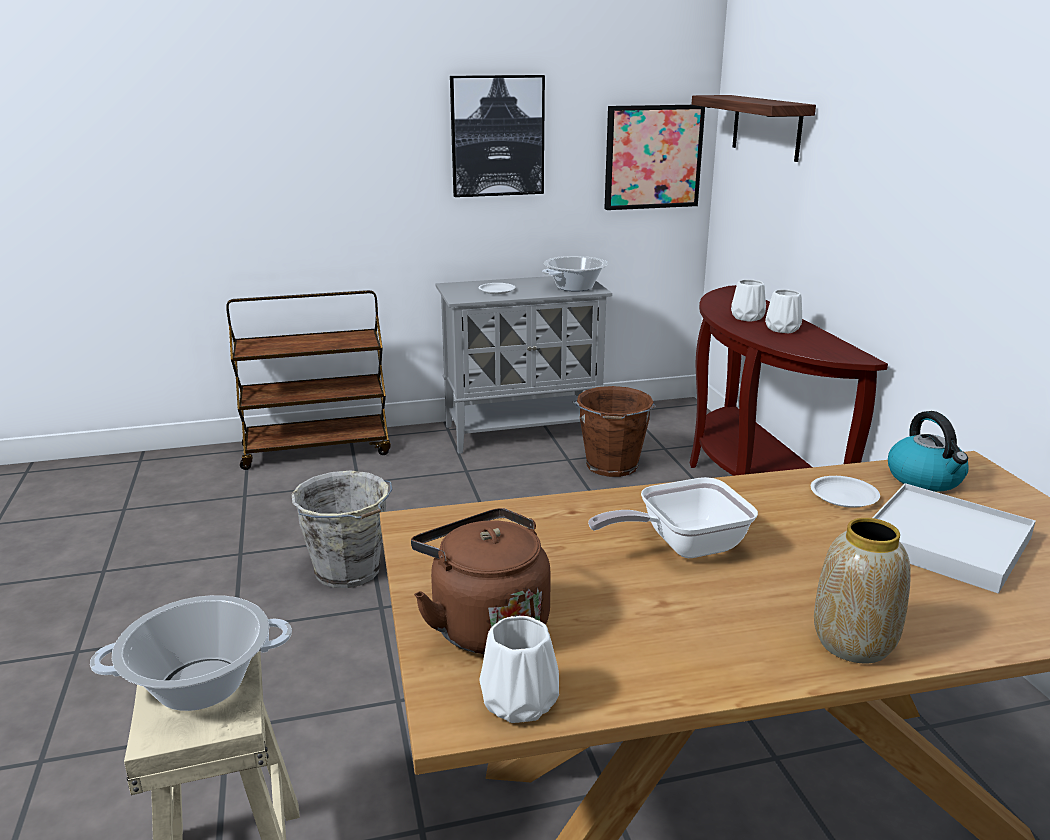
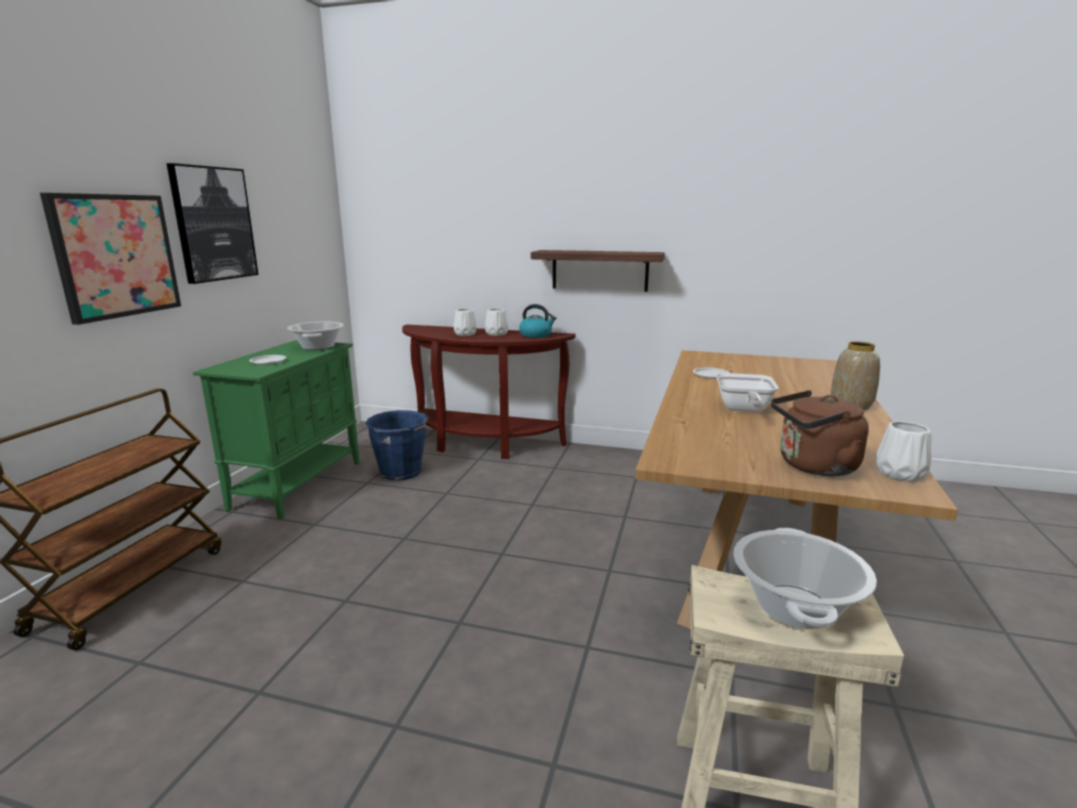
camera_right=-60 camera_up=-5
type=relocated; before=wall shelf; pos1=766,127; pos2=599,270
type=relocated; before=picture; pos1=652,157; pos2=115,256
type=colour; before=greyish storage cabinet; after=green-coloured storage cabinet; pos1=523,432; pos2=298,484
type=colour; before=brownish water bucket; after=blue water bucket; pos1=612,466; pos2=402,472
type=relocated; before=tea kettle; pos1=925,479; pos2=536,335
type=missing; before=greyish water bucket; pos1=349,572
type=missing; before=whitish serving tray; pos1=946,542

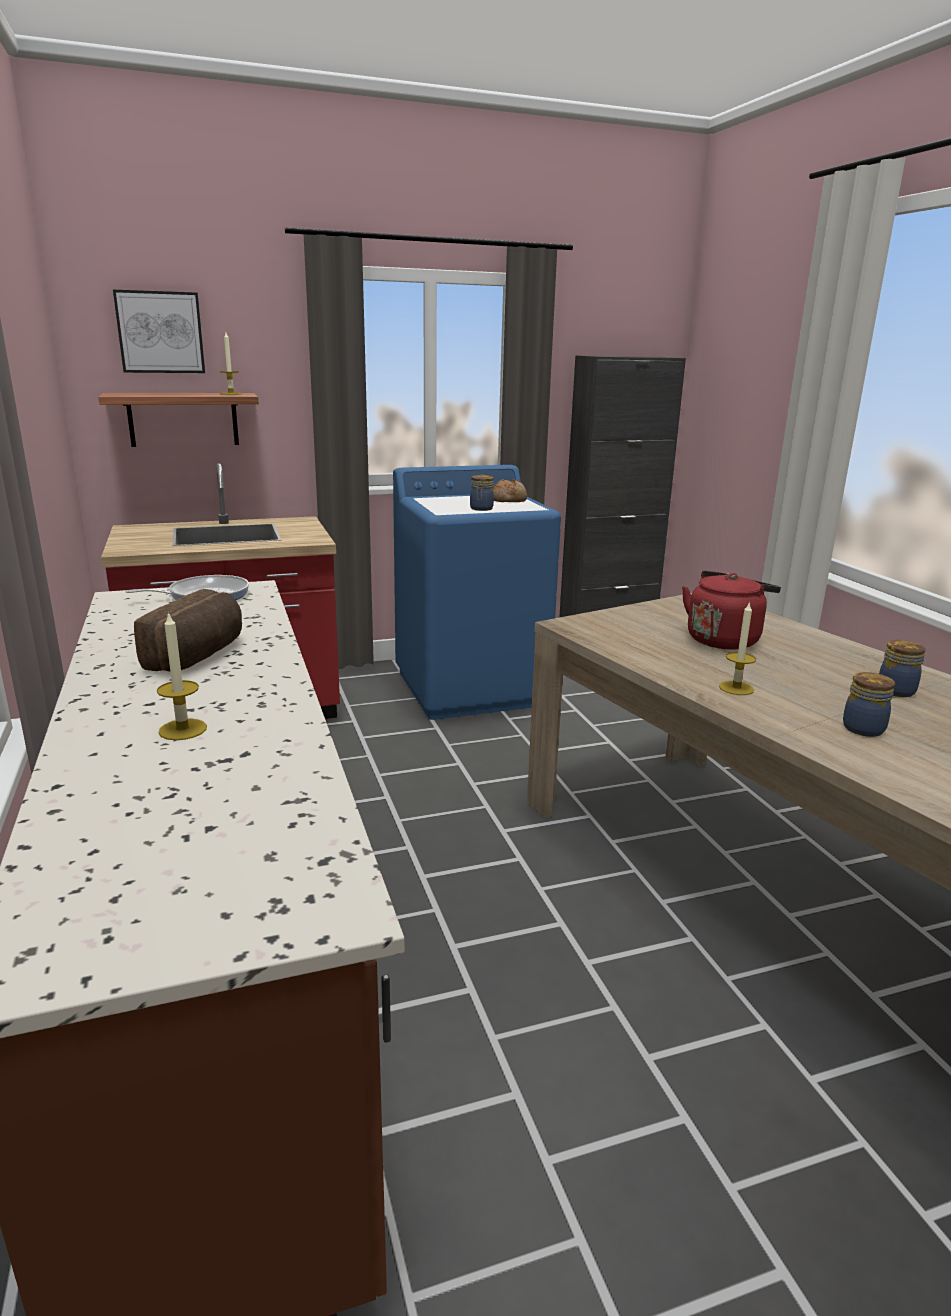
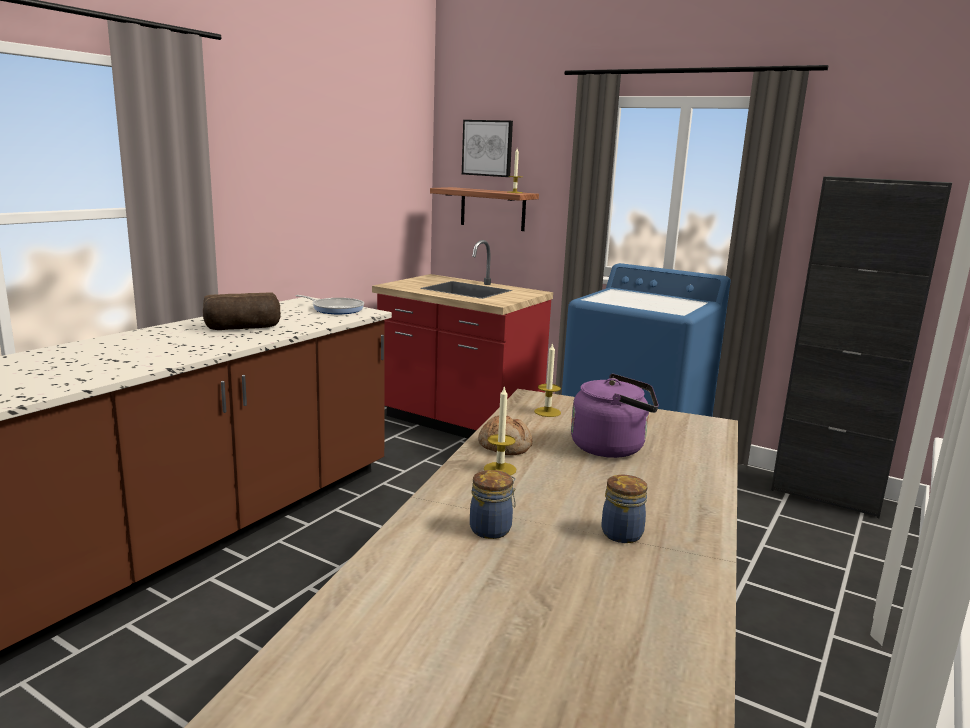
camera_right=50 camera_up=-5
type=missing; before=preserve jar; pos1=481,509
type=relocated; before=bakery bread; pos1=509,500; pos2=505,446
type=colour; before=reddish tea kettle; after=purple-coloured tea kettle; pos1=724,639; pos2=612,447
type=relocated; before=candle; pos1=183,729; pos2=547,412

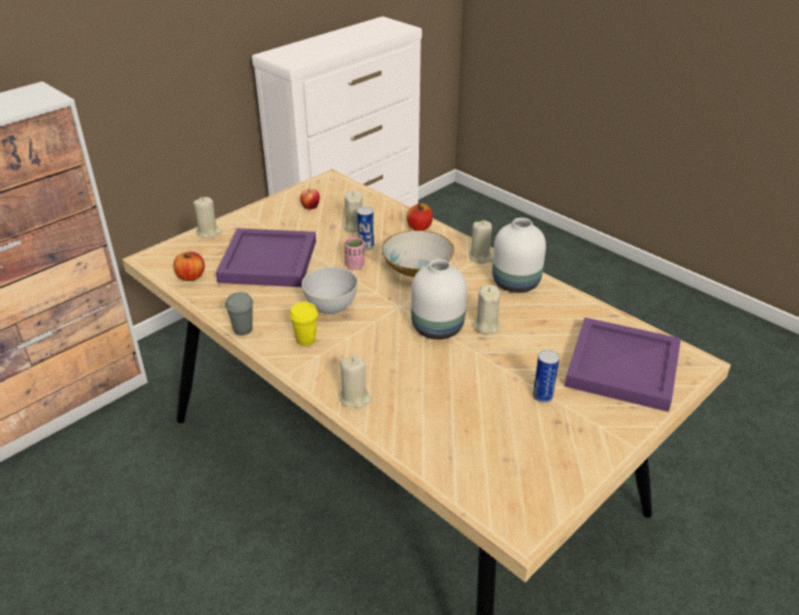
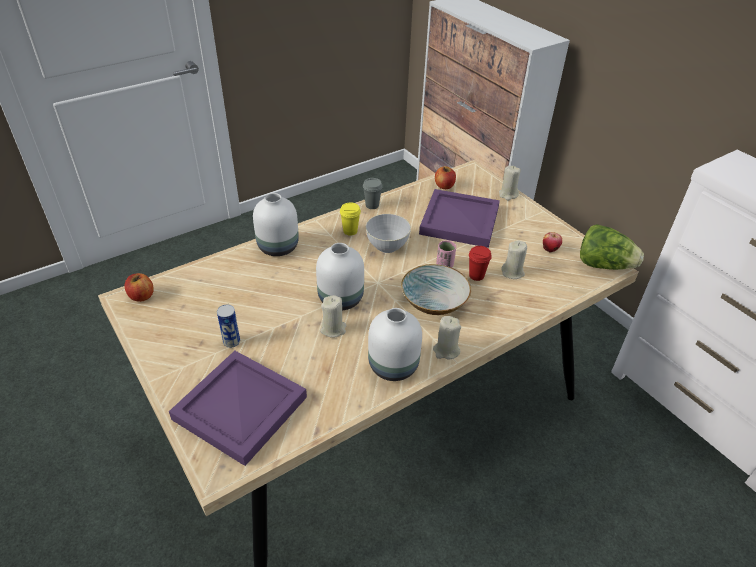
camera_right=100 camera_up=5
type=relocated; before=whole apple; pos1=419,227; pos2=141,296
type=exchanged; before=can; after=reddish small cup; pos1=366,246; pos2=476,275
type=exchanged; before=beige-coloured candle; after=whitish vase; pos1=355,398; pos2=278,246
type=appeared; after=head of lettuce; pos2=603,265

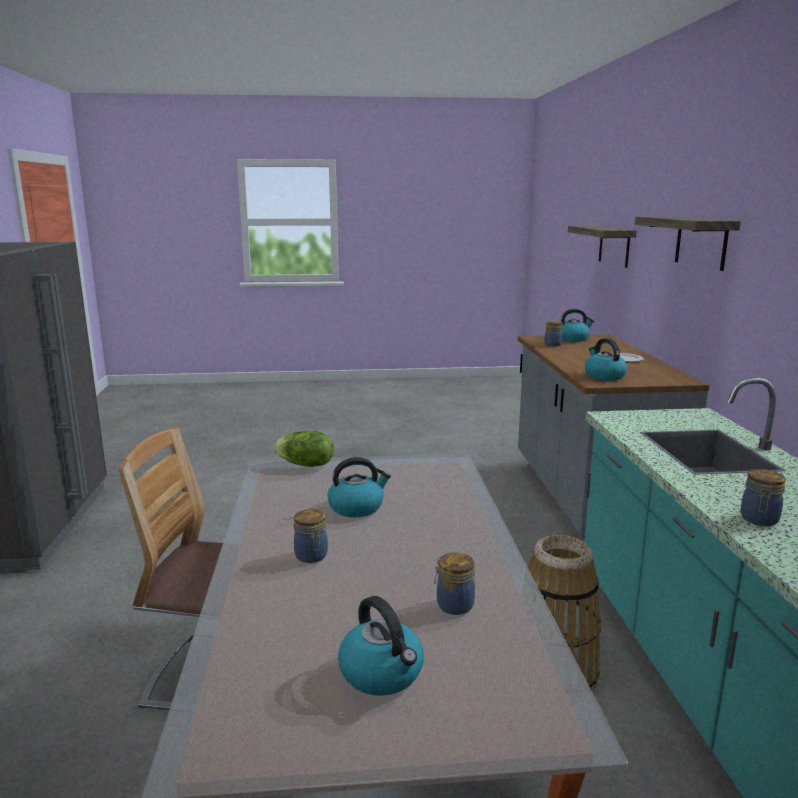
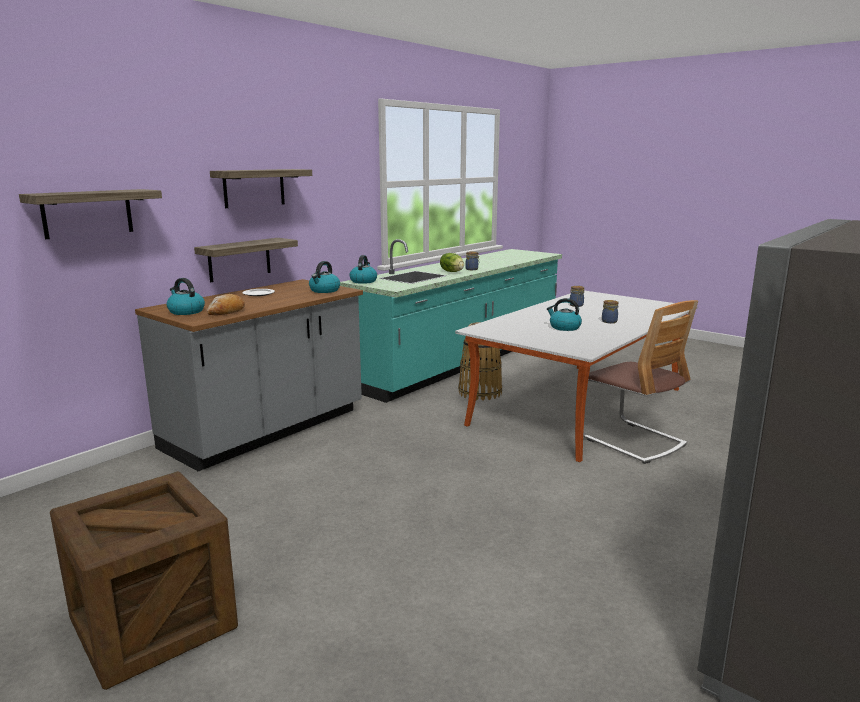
camera_right=-135 camera_up=0
type=exchanged; before=preserve jar; after=bakery bread; pos1=552,344; pos2=226,311
type=relocated; before=head of lettuce; pos1=306,465; pos2=452,272
type=relocated; before=tea kettle; pos1=382,673; pos2=363,281
type=appeared; after=wall shelf; pos2=239,259
type=appeared; after=packing crate; pos2=153,623

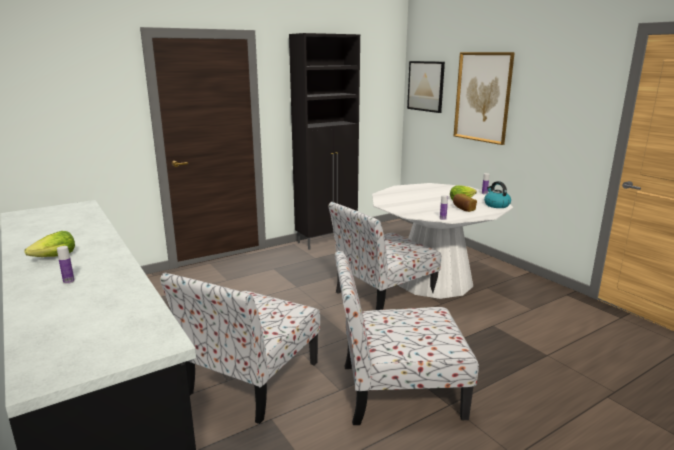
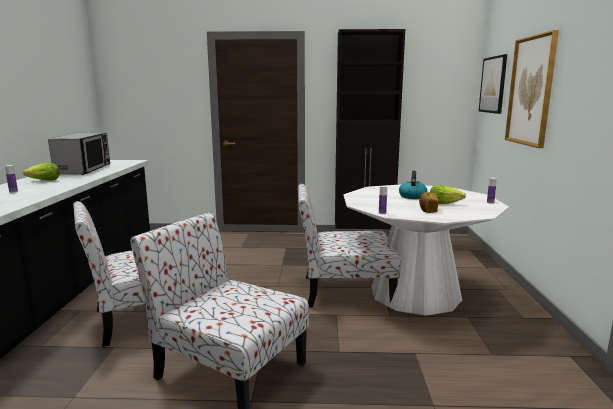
camera_right=35 camera_up=-5
type=relocated; before=tea kettle; pos1=496,205; pos2=412,196
type=appeared; after=kitchen microwave; pos2=84,169

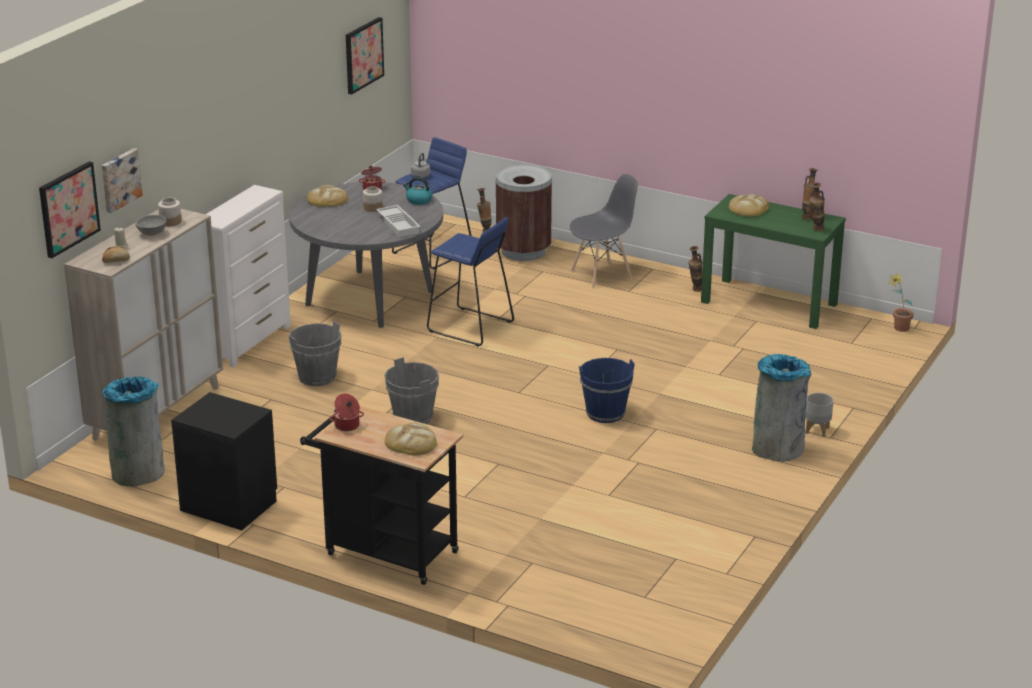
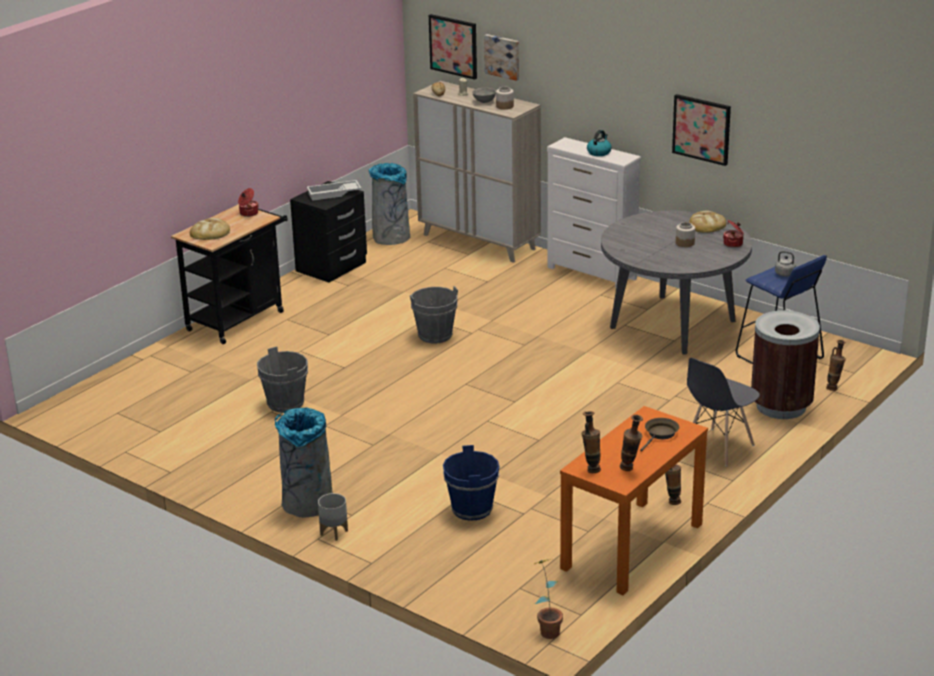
camera_right=100 camera_up=0
type=relocated; before=picture; pos1=363,55; pos2=702,129
type=spun; before=greyish upright chair; pos1=602,275; pos2=718,447; turn=60
type=relocated; before=tea kettle; pos1=418,200; pos2=599,152
type=colour; before=green-coloured console table; after=orange-coloured console table; pos1=769,303; pos2=632,546
type=exchanged; before=bakery bread; after=brownish pan; pos1=748,209; pos2=660,434
type=relocated; before=whitish serving tray; pos1=399,224; pos2=333,194
type=missing; before=blue sitting stool; pos1=470,327
type=relocated; before=greyish water bucket; pos1=317,377; pos2=285,403
type=relocated; before=blue water bucket; pos1=605,413; pos2=471,509

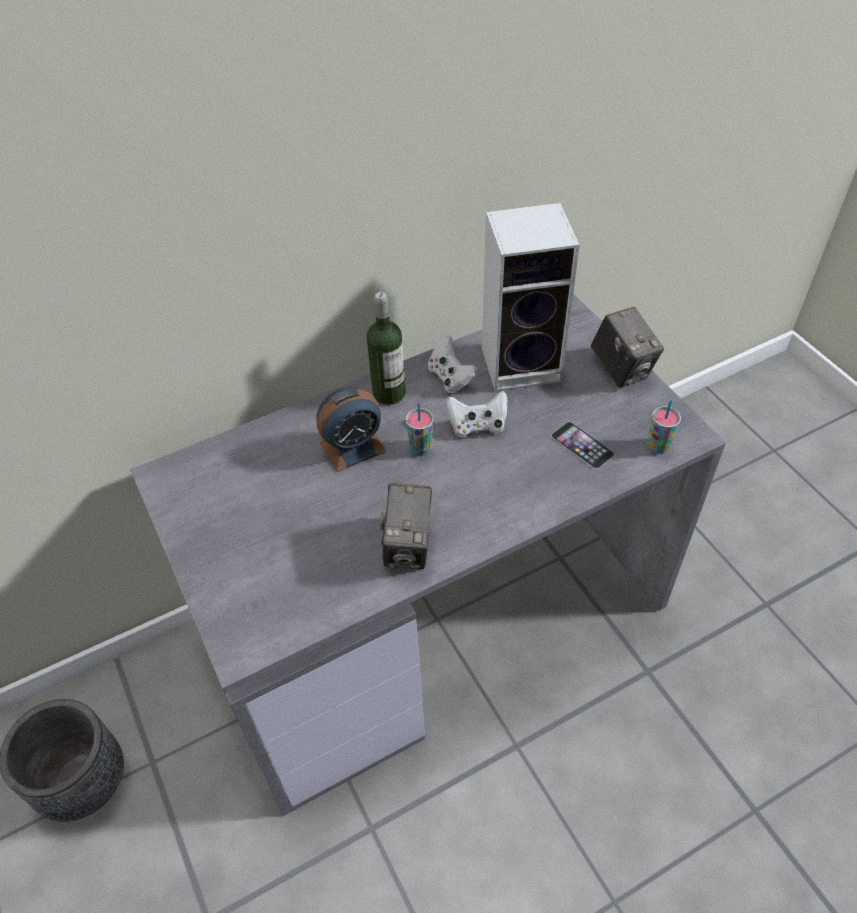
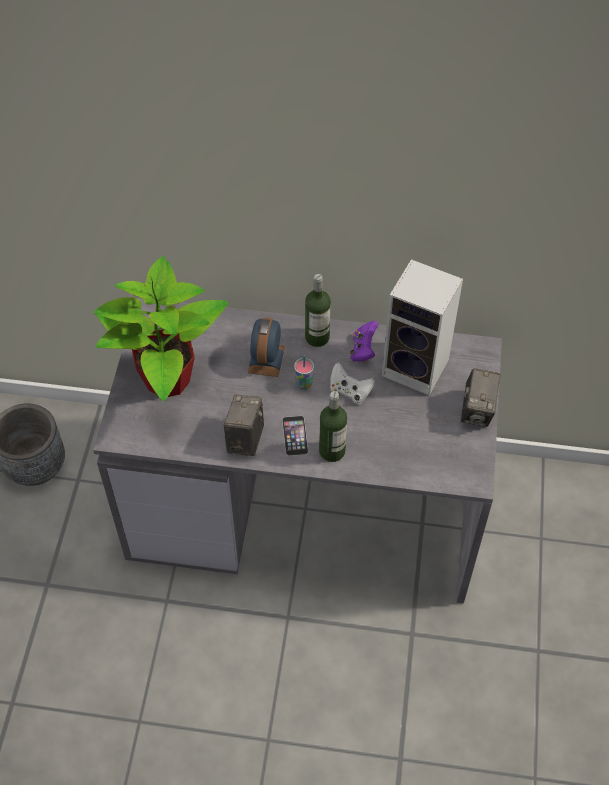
camera_right=35 camera_up=5
type=colour; before=whitish gamepad; after=purple-coloured gamepad; pos1=451,378; pos2=363,350
type=spun; before=bedside clock; pos1=353,447; pos2=266,359; turn=90
type=missing; before=small cup; pos1=658,446
type=relocated; before=handset; pos1=582,445; pos2=295,435
type=spun; before=photo camera; pos1=408,546; pos2=245,438; turn=150
type=appeared; after=potted plant; pos2=166,380
type=appeared; after=drink bottle; pos2=332,451

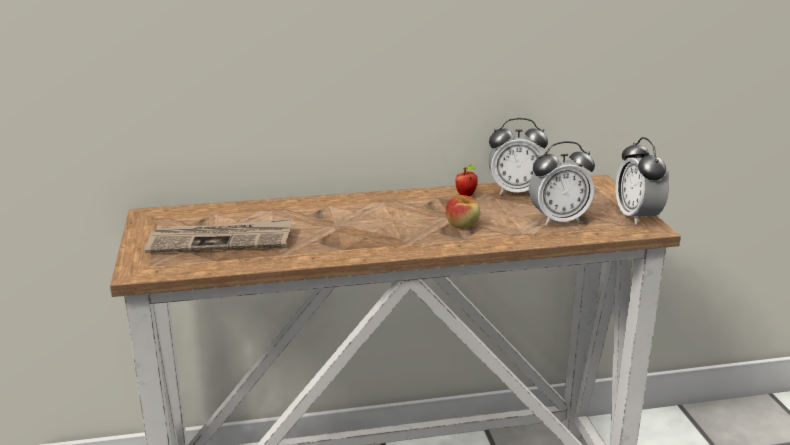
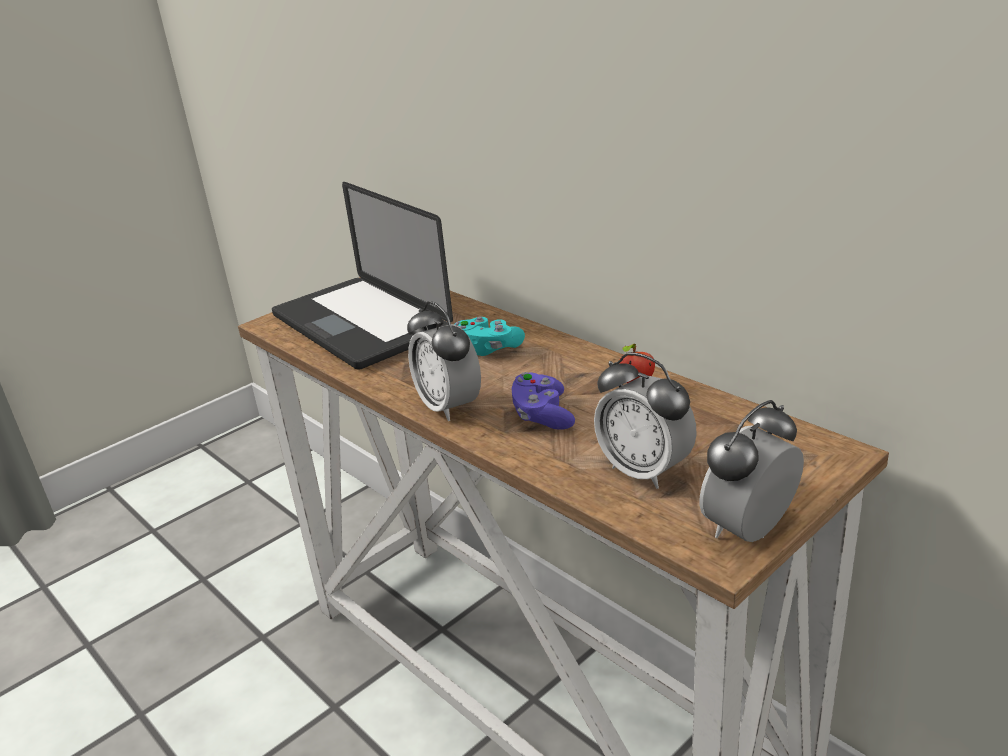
camera_right=60 camera_up=5
type=relocated; before=bedside clock; pos1=515,191; pos2=449,407
type=exchanged; before=whole apple; after=purple-coloured gamepad; pos1=462,225; pos2=542,416
type=exchanged; before=printed paper; after=notebook computer; pos1=221,240; pos2=360,324
type=appeared; after=blue-green gamepad; pos2=488,348

